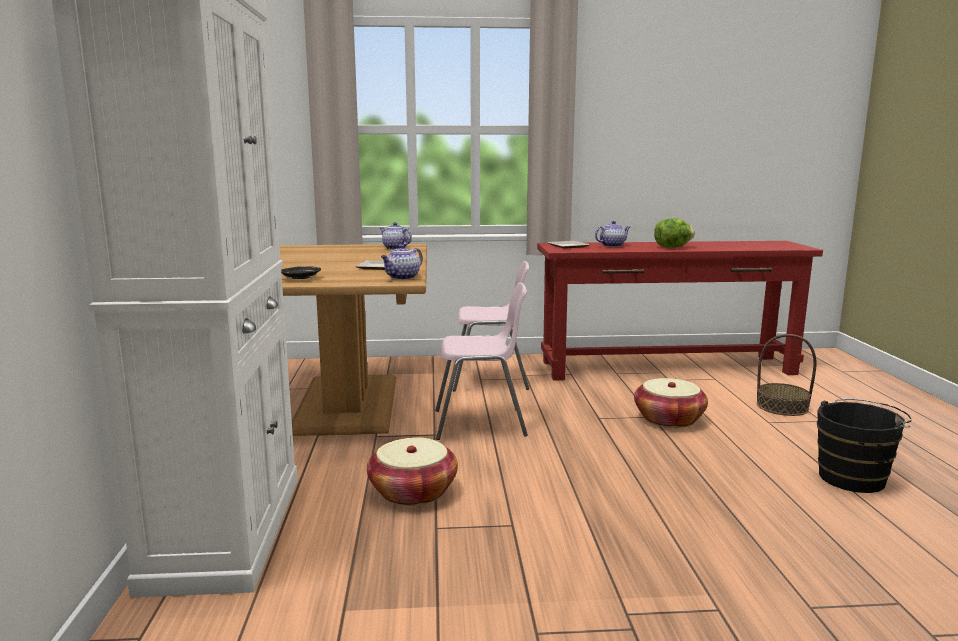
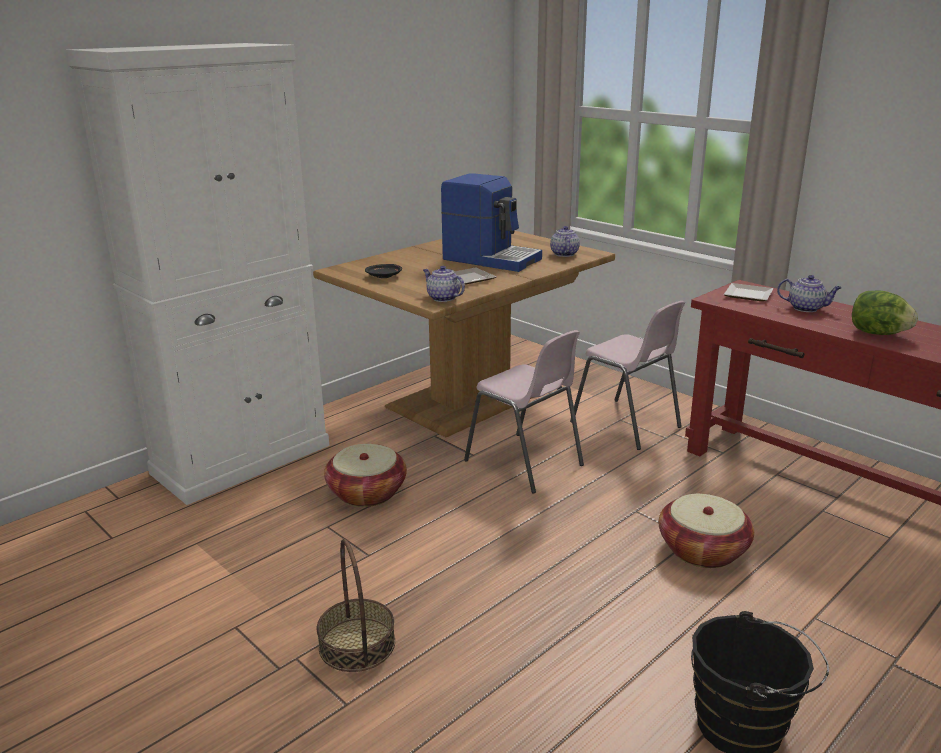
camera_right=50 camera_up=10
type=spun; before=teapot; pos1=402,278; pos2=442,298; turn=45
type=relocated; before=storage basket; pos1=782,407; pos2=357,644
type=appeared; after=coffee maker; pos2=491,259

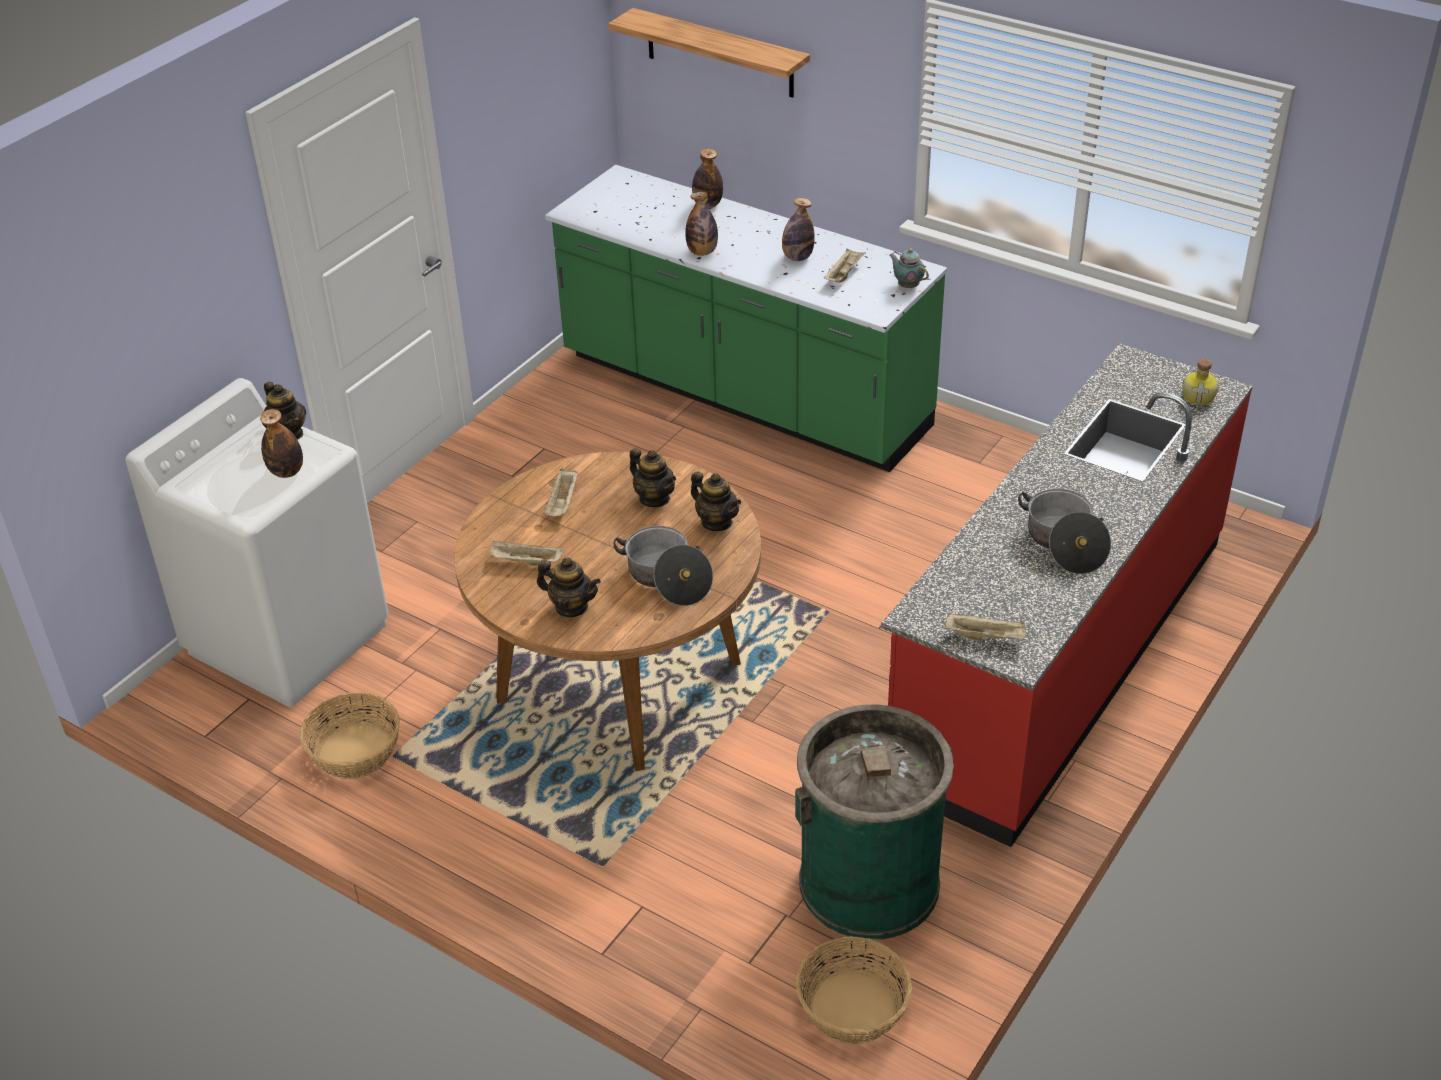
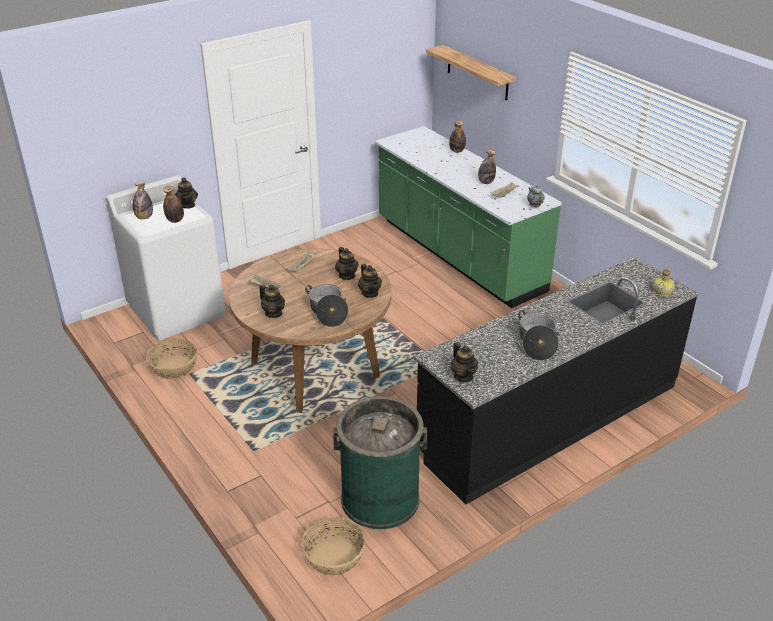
camera_right=20 camera_up=-5
type=relocated; before=drink bottle; pos1=702,252; pos2=144,217
type=colour; before=reddish kitchen counter; after=black-coloured kitchen counter; pos1=1058,656; pos2=549,418
type=exchanged; before=beige-coloured serving tray; after=teapot; pos1=986,636; pos2=463,376

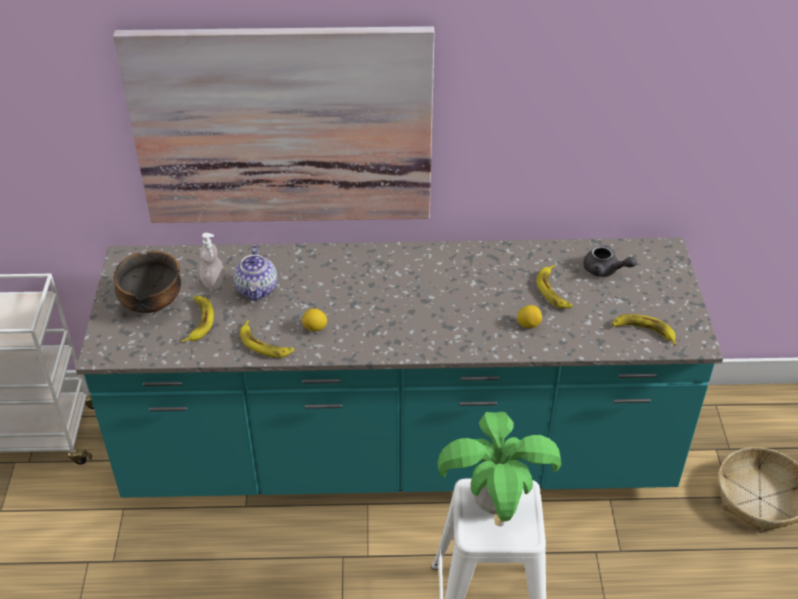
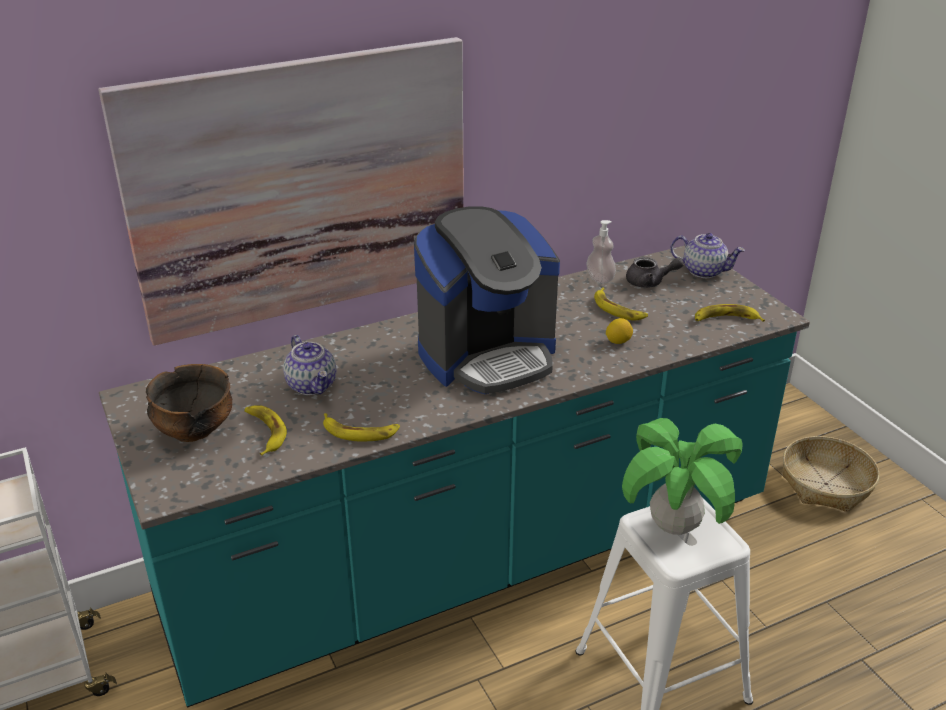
camera_right=-25 camera_up=-10
type=relocated; before=liquid soap bottle; pos1=213,282; pos2=600,278
type=missing; before=lemon; pos1=315,328
type=appeared; after=coffee maker; pos2=487,355
type=appeared; after=teapot; pos2=704,271

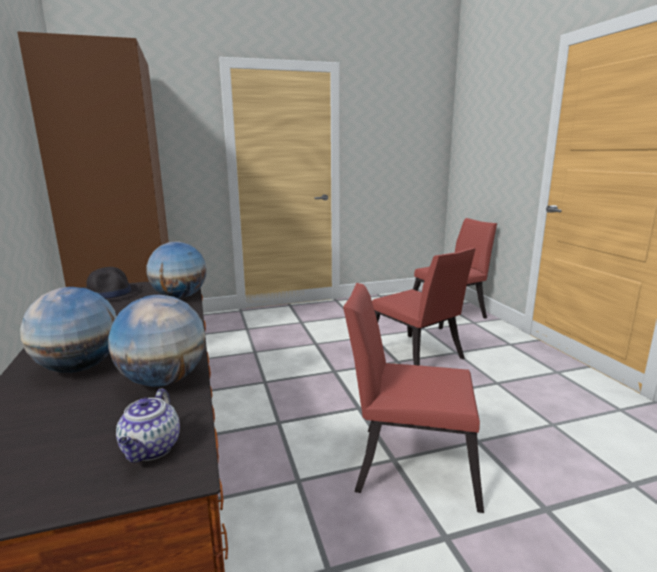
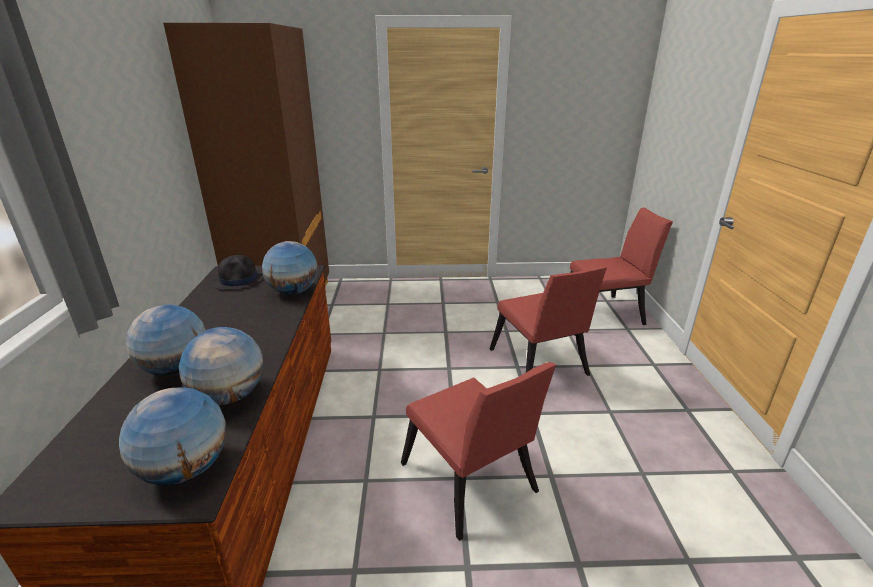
camera_right=15 camera_up=10
type=spun; before=reddish upright chair; pos1=408,463; pos2=471,484; turn=-150
type=exchanged; before=teapot; after=desk globe; pos1=151,449; pos2=186,469

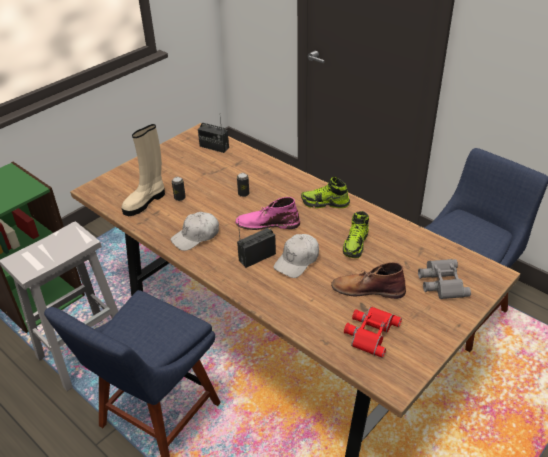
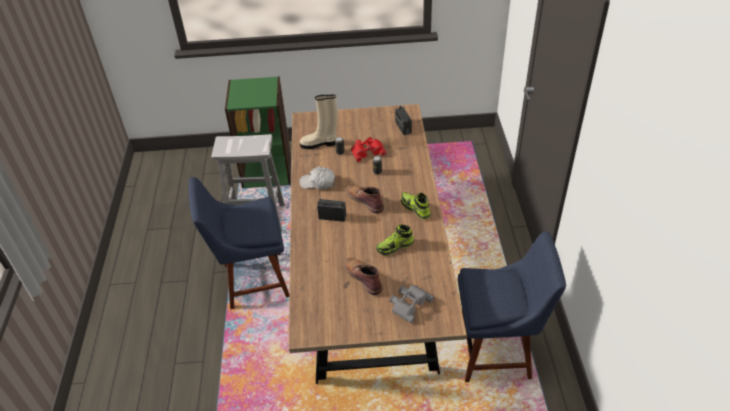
camera_right=45 camera_up=5
type=colour; before=pink-coloured tall boot; after=brownish tall boot; pos1=267,223; pos2=364,199
type=missing; before=whitish peaked cap; pos1=297,261
type=relocated; before=reddish field glasses; pos1=370,332; pos2=367,151

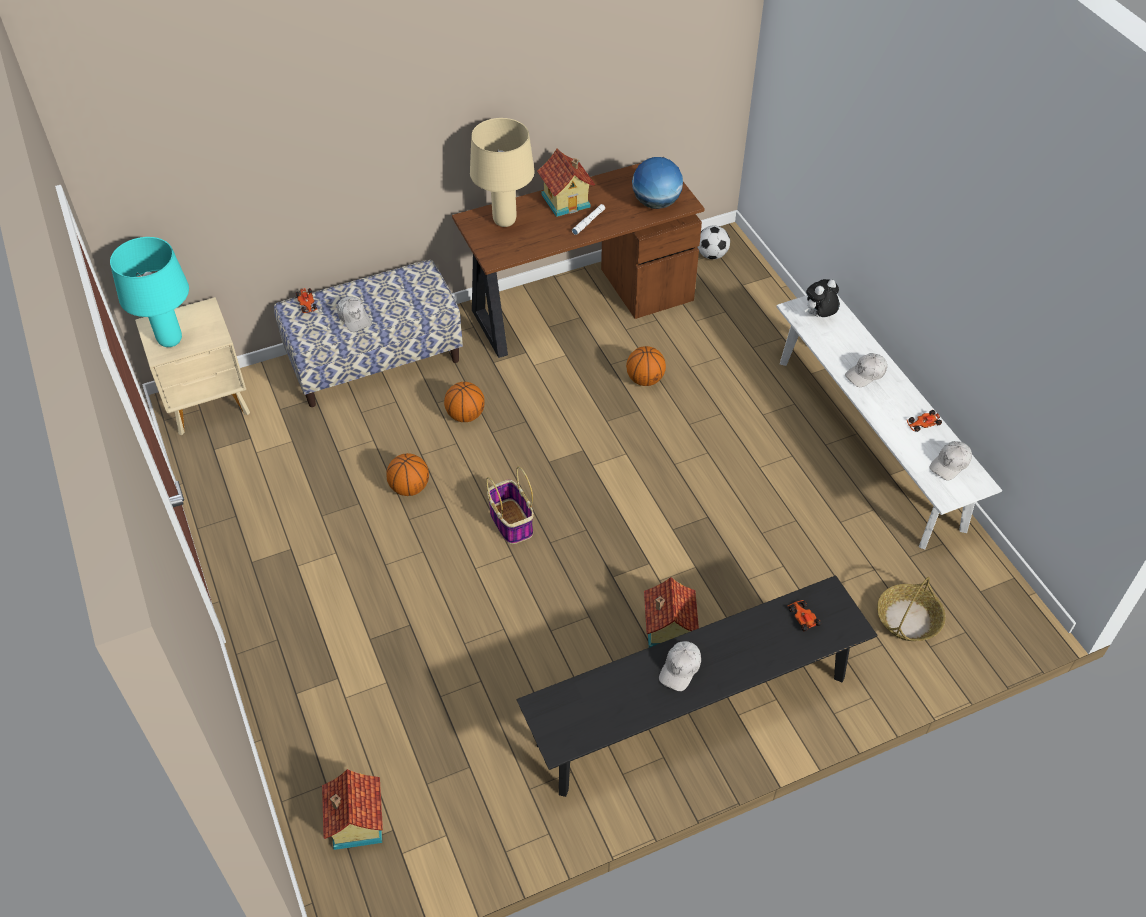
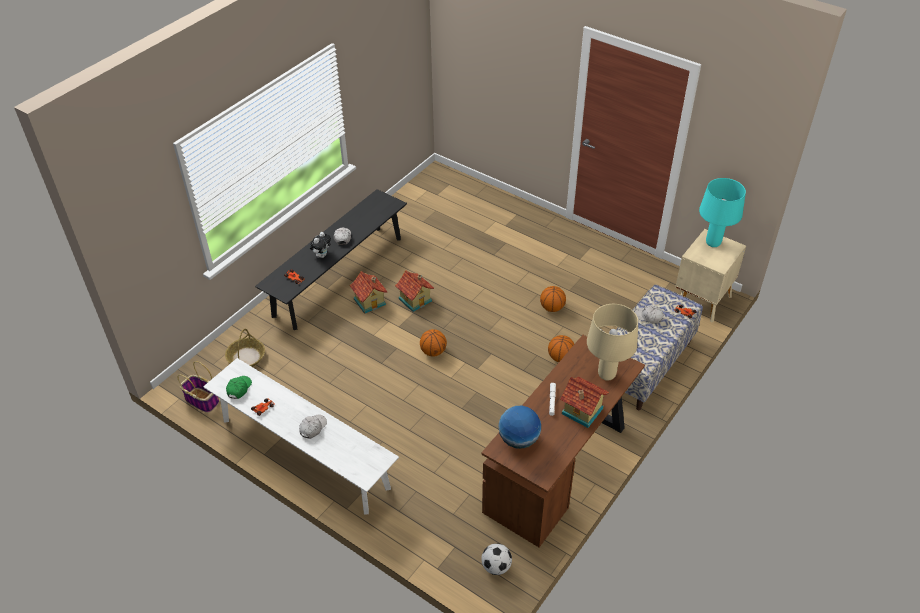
camera_right=150 camera_up=-5
type=relocated; before=soft toy; pos1=819,316; pos2=322,255
type=relocated; before=ball for basketball; pos1=645,379; pos2=433,352
type=colour; before=whitish peaked cap; after=green-coloured peaked cap; pos1=950,464; pos2=239,389
type=relocated; before=storage basket; pos1=510,521; pos2=202,400
type=relocated; before=toy house; pos1=355,824; pos2=415,299

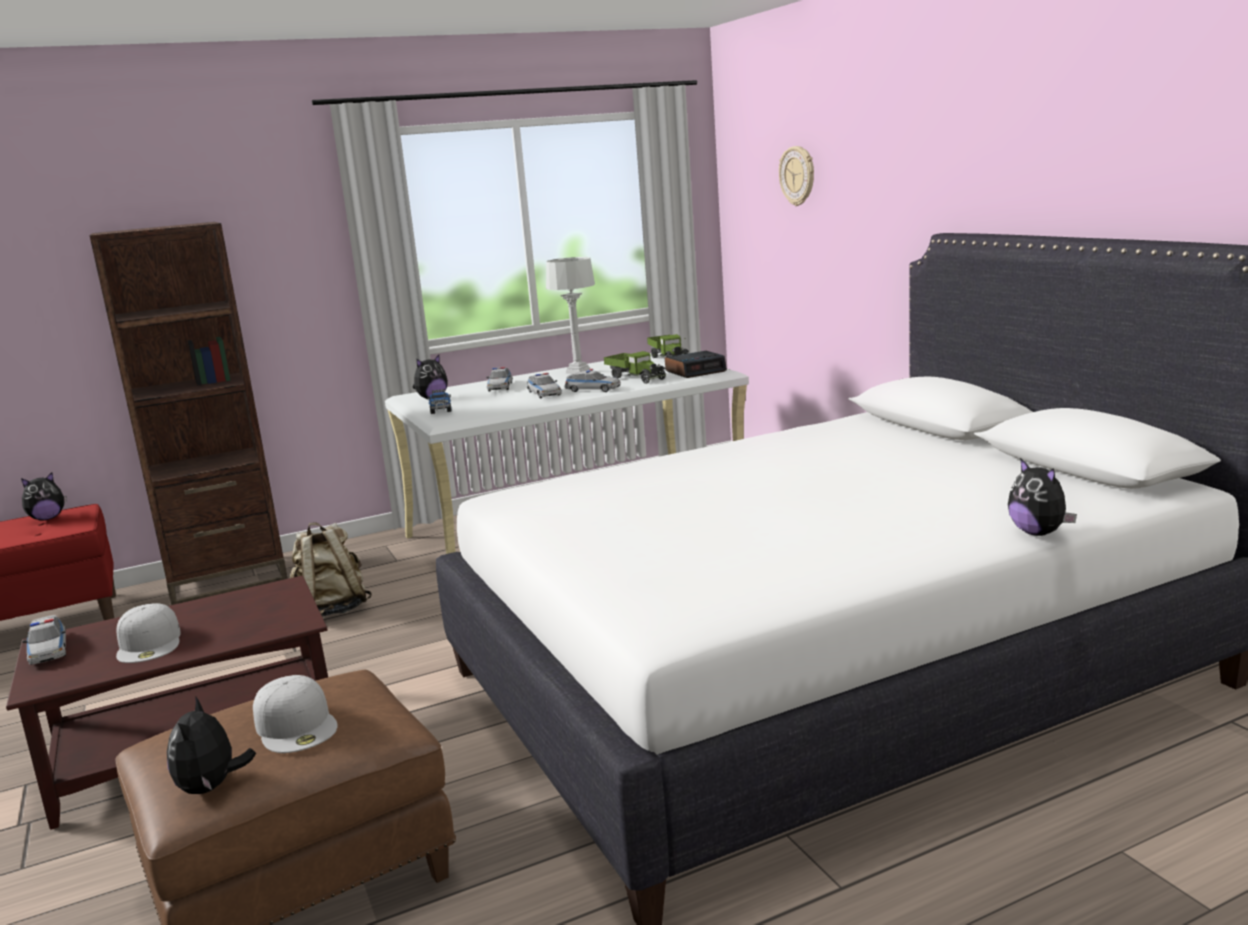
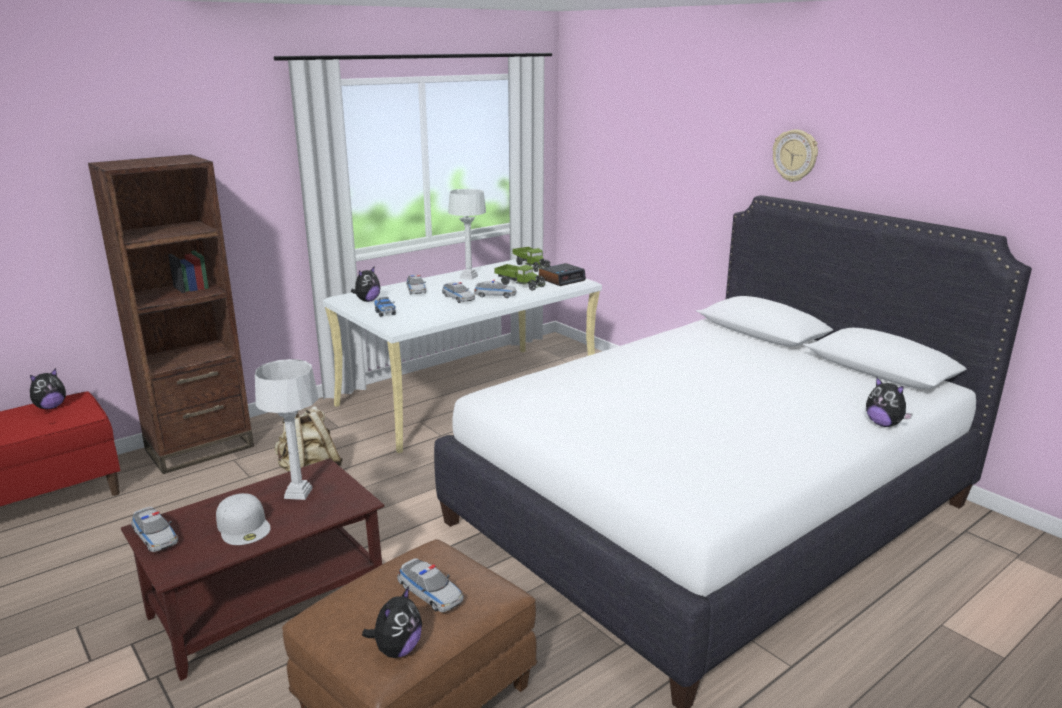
camera_right=-15 camera_up=5
type=relocated; before=hanging clock; pos1=798,176; pos2=795,155
type=exchanged; before=whitish peaked cap; after=model car; pos1=297,725; pos2=430,593
type=spun; before=soft toy; pos1=211,787; pos2=397,649; turn=-135
type=appeared; after=greyish table lamp; pos2=298,493

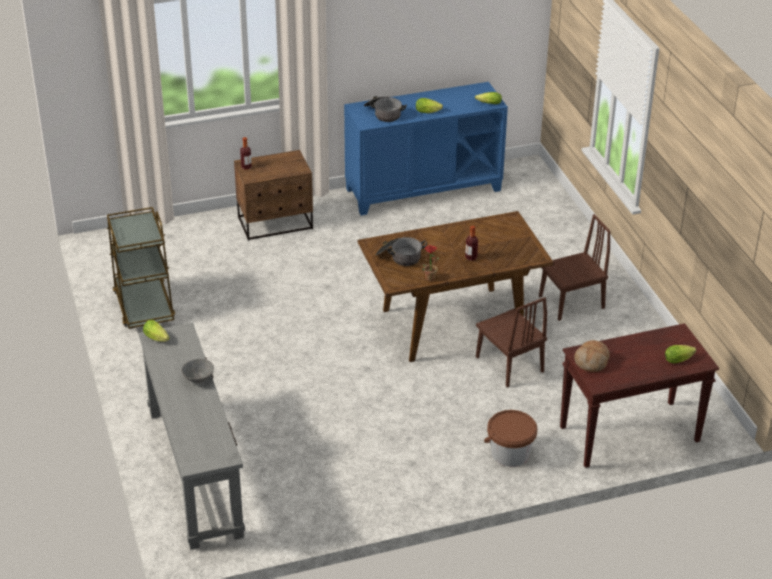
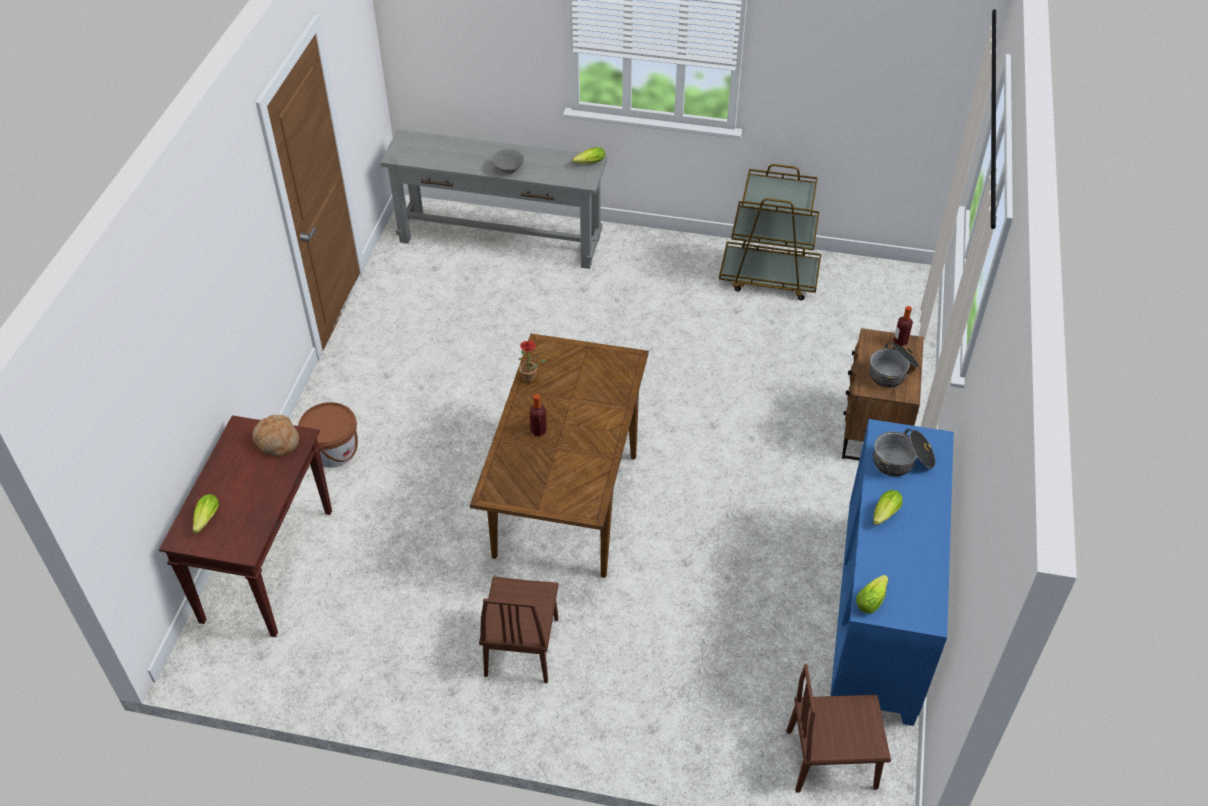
camera_right=120 camera_up=10
type=relocated; before=cooking pot; pos1=399,257; pos2=892,372
type=relocated; before=brownish upright chair; pos1=509,364; pos2=831,759

